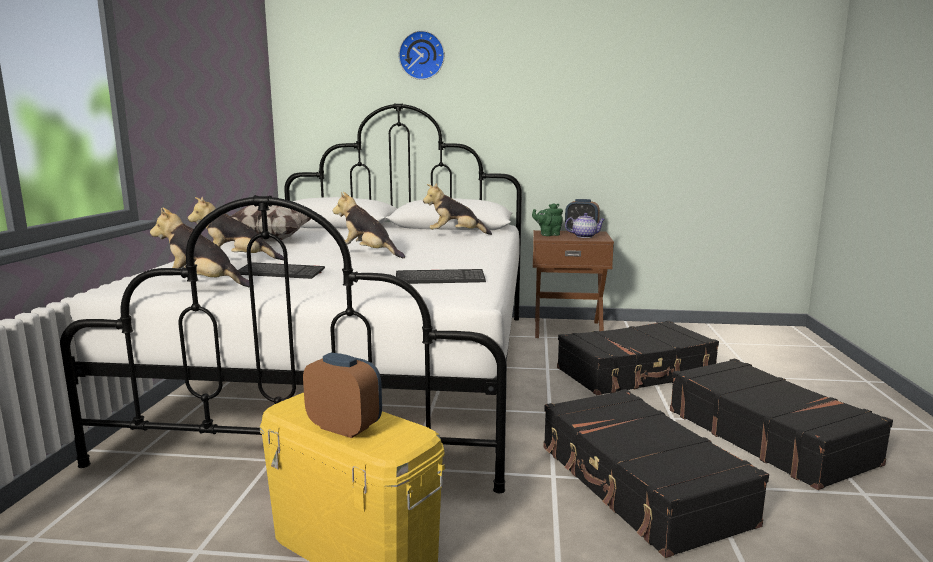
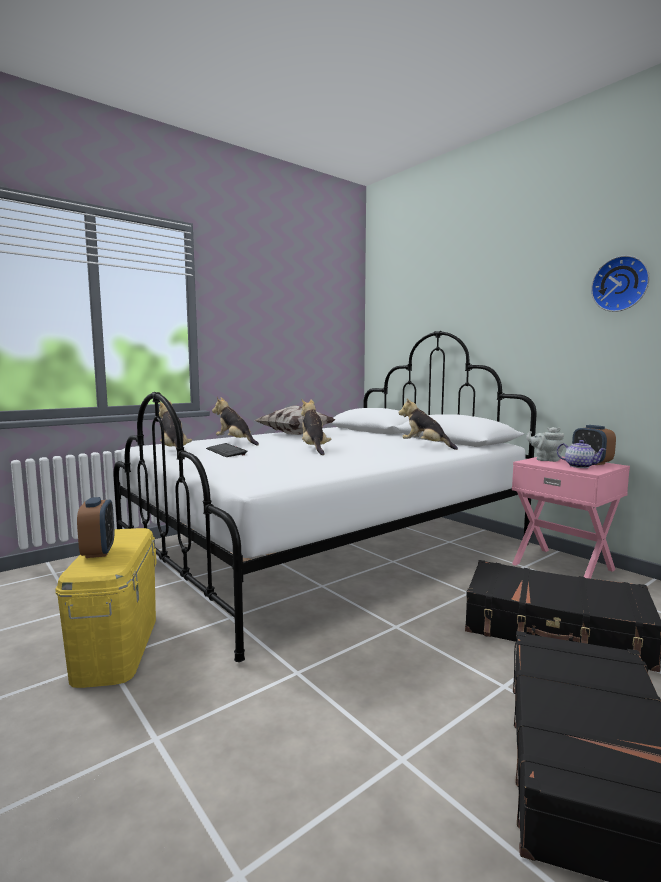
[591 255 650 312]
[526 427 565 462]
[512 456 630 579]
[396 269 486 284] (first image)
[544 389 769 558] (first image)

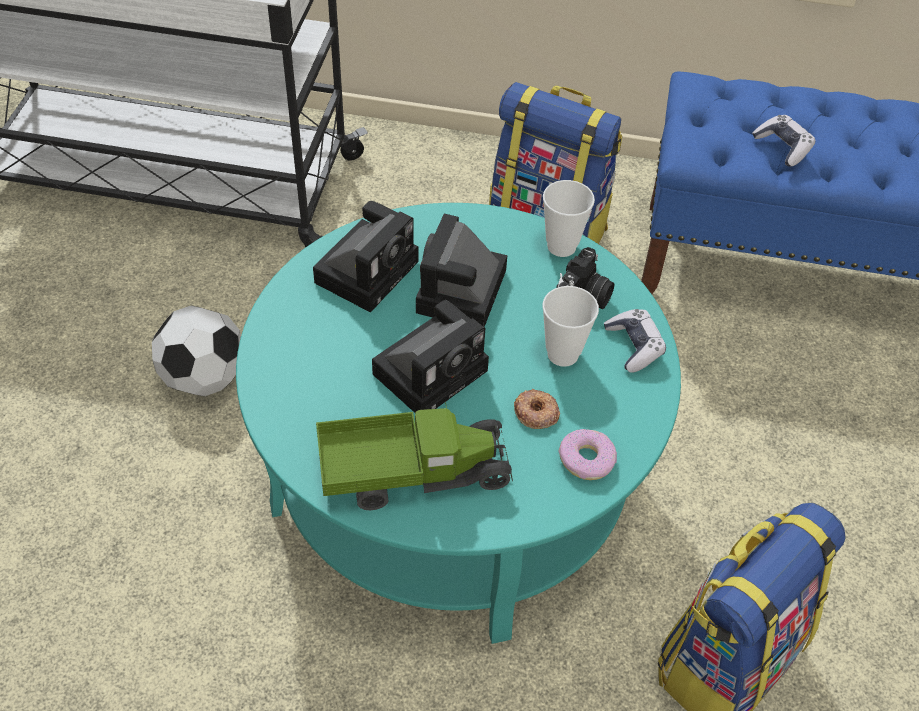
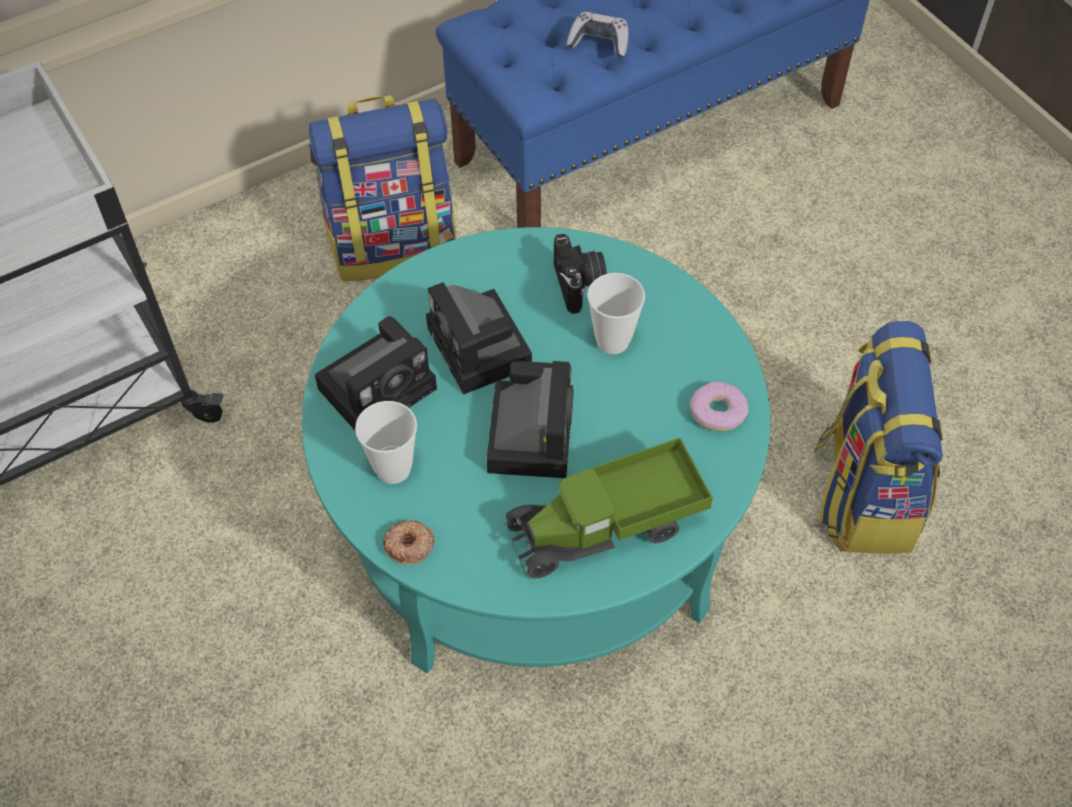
[355 401 417 484]
[315 316 437 430]
[152 305 241 396] (first image)
[604 309 666 373] (first image)
[383 520 435 565]
[504 438 713 579]

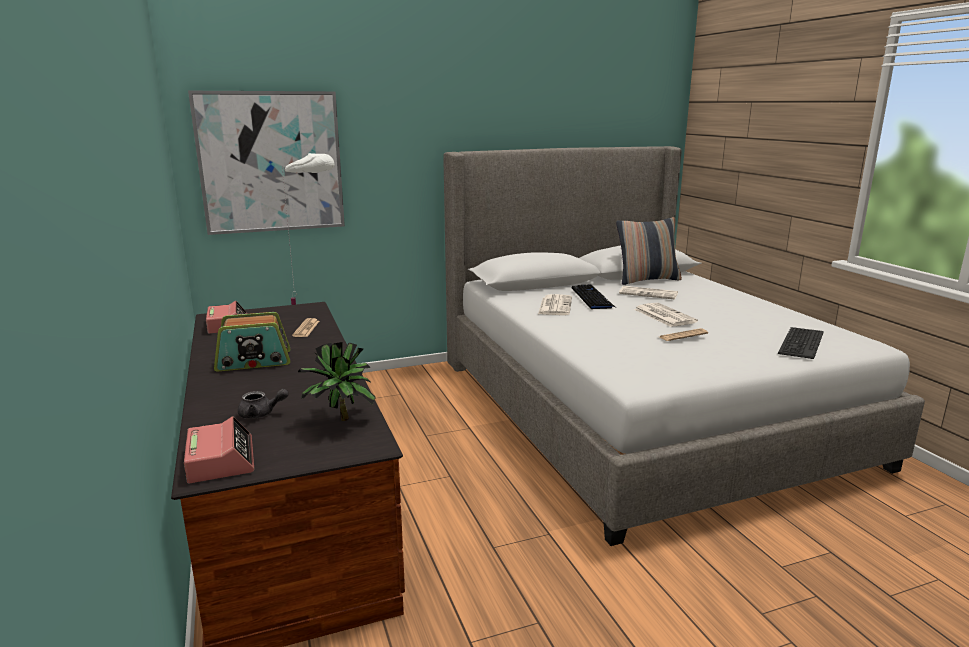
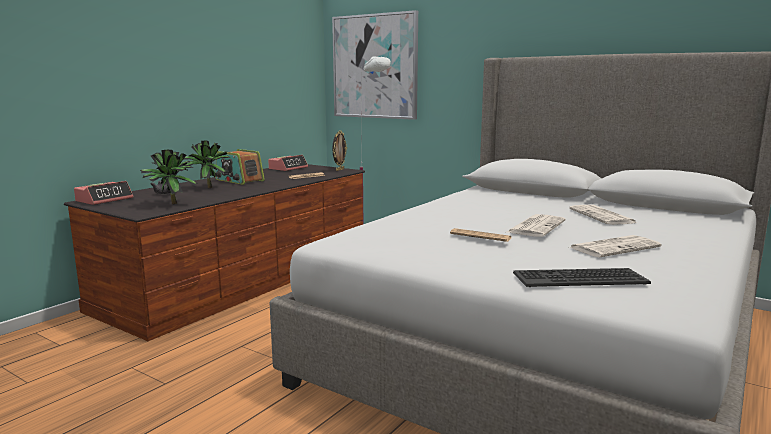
[616 217 682 285] (first image)
[572 285 615 309] (first image)
[570 235 661 257]
[332 130 347 171]
[183 141 230 189]

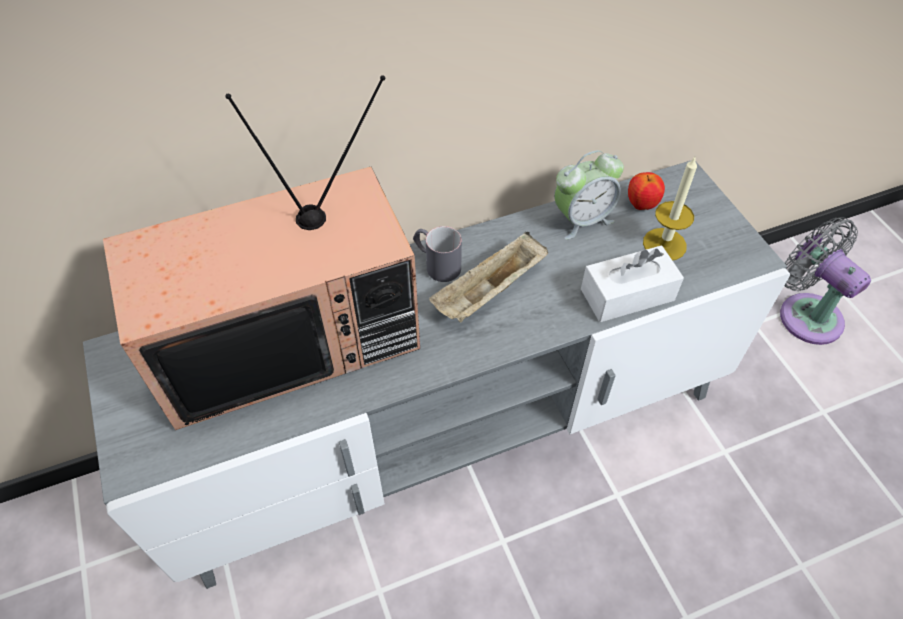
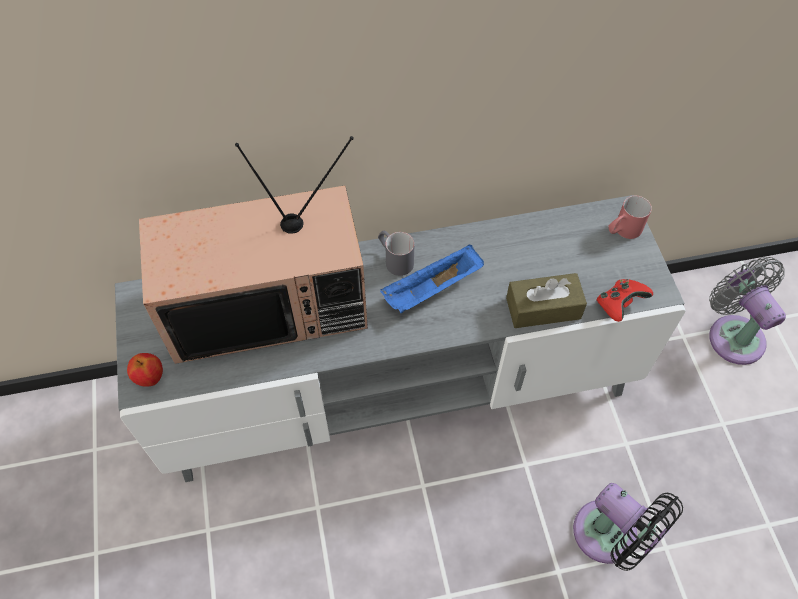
[554 150 624 240] (first image)
[643 157 697 260] (first image)
[127 353 163 387]
[380 244 484 313]
[506 273 587 328]
[608 196 652 239]
[597 279 653 322]
[573 483 683 571]

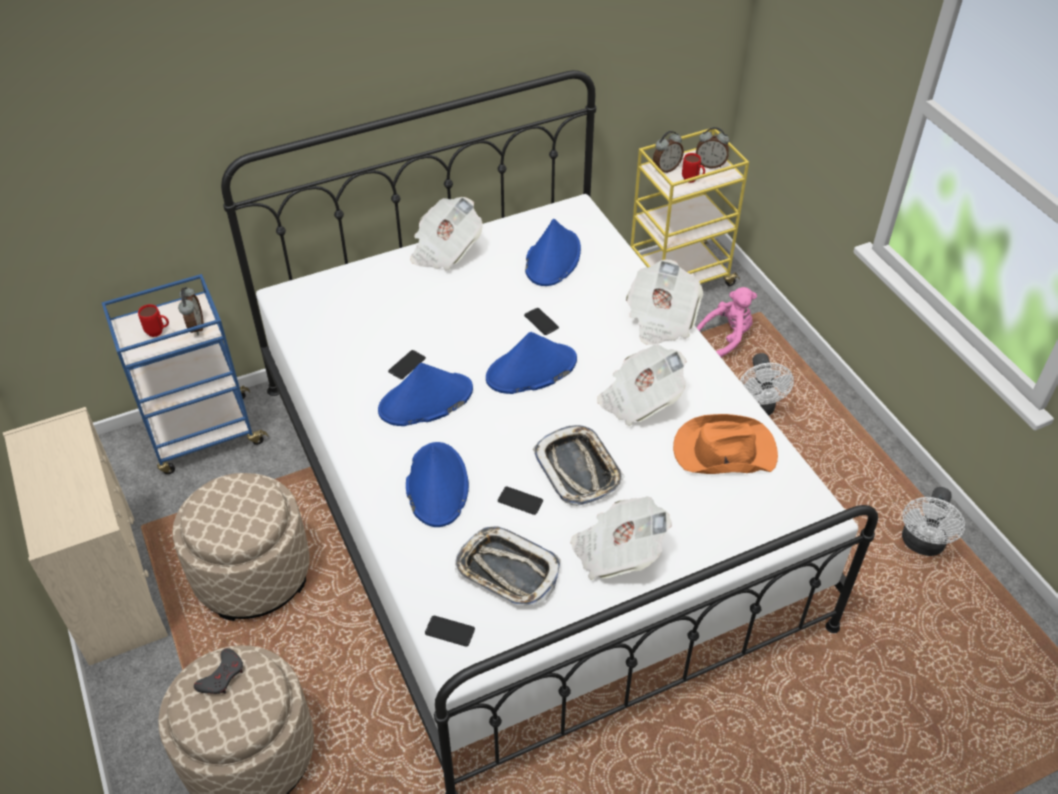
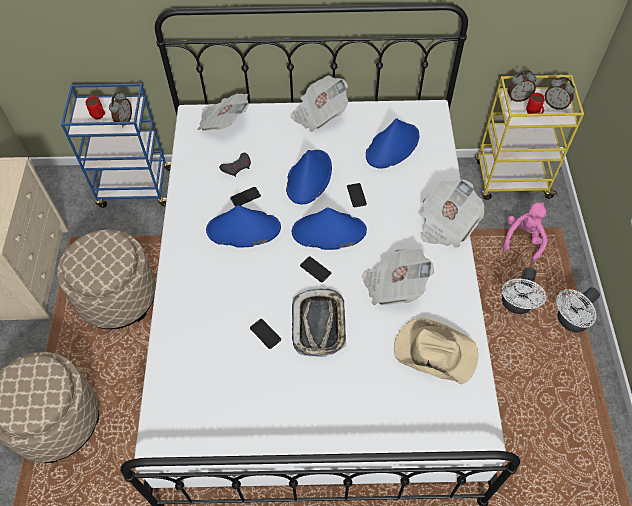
[502 202 547 262]
[394 318 478 385]
[286 150 332 204]
[556 287 600 333]
[198 94 249 131]
[455 527 561 606] (first image)
[300 256 331 282]
[219 153 251 177]

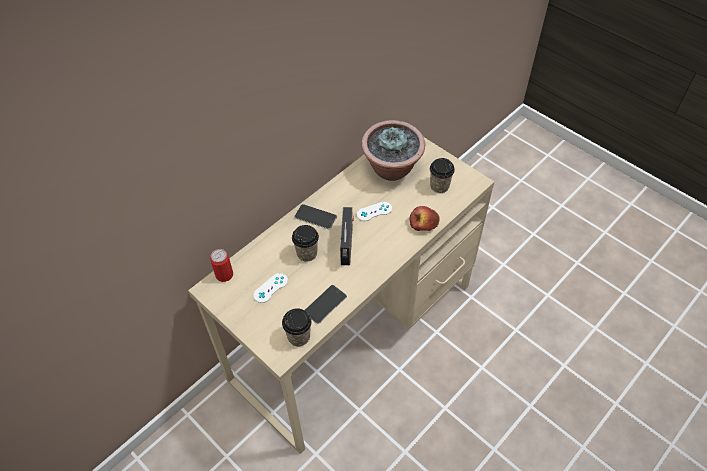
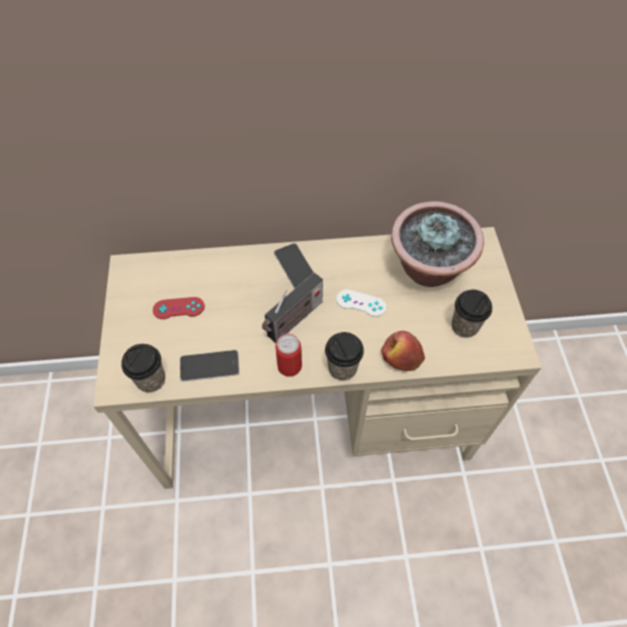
[325 332 364 381]
[275 334 302 377]
[153 297 205 319]

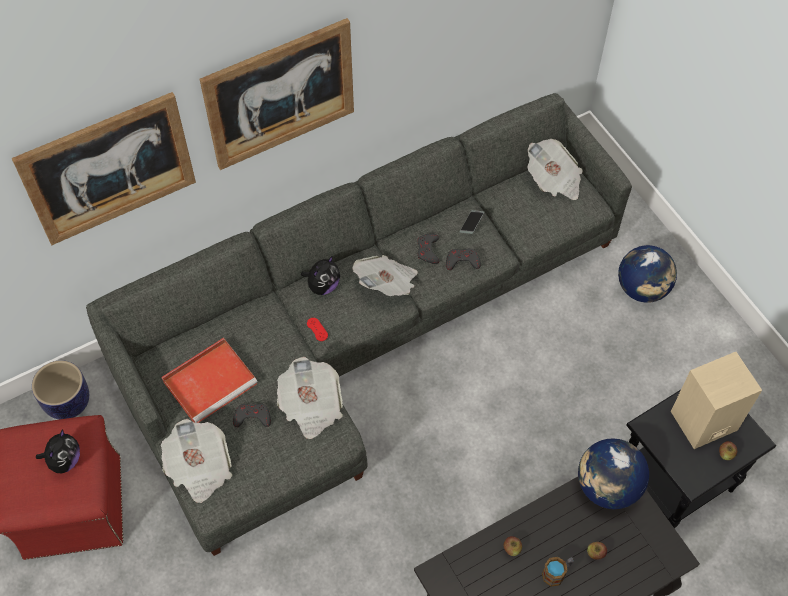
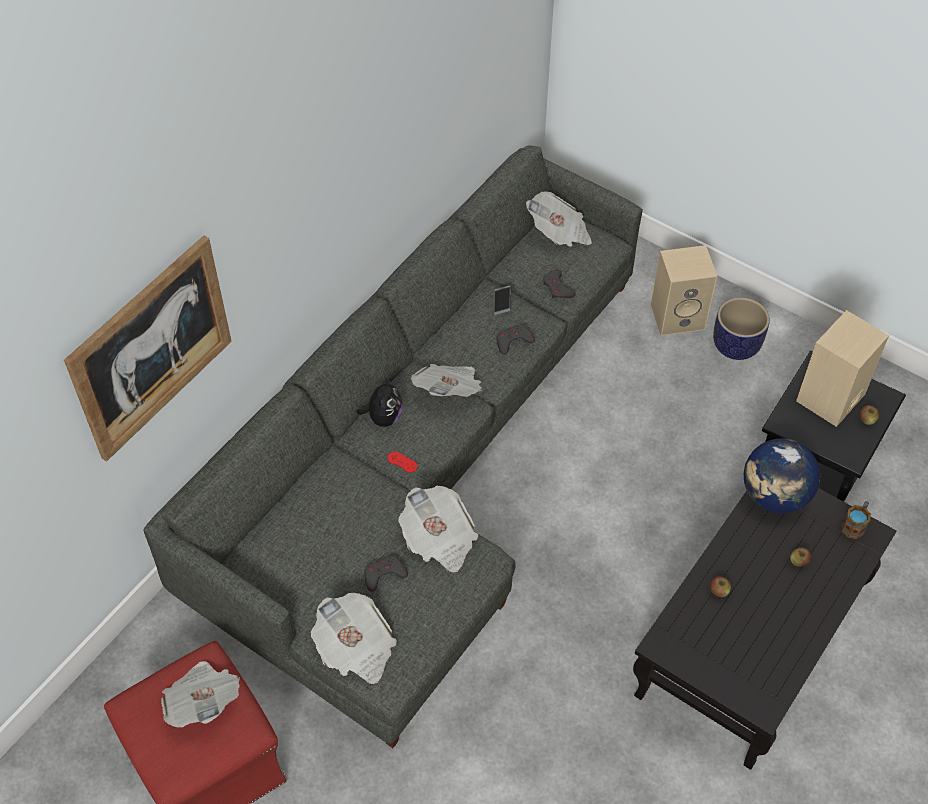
[200 18 354 170] (first image)
[543 270 576 298]
[651 245 717 336]
[161 338 258 423] (first image)
[713 297 770 360]
[161 661 240 728]
[841 501 871 539]

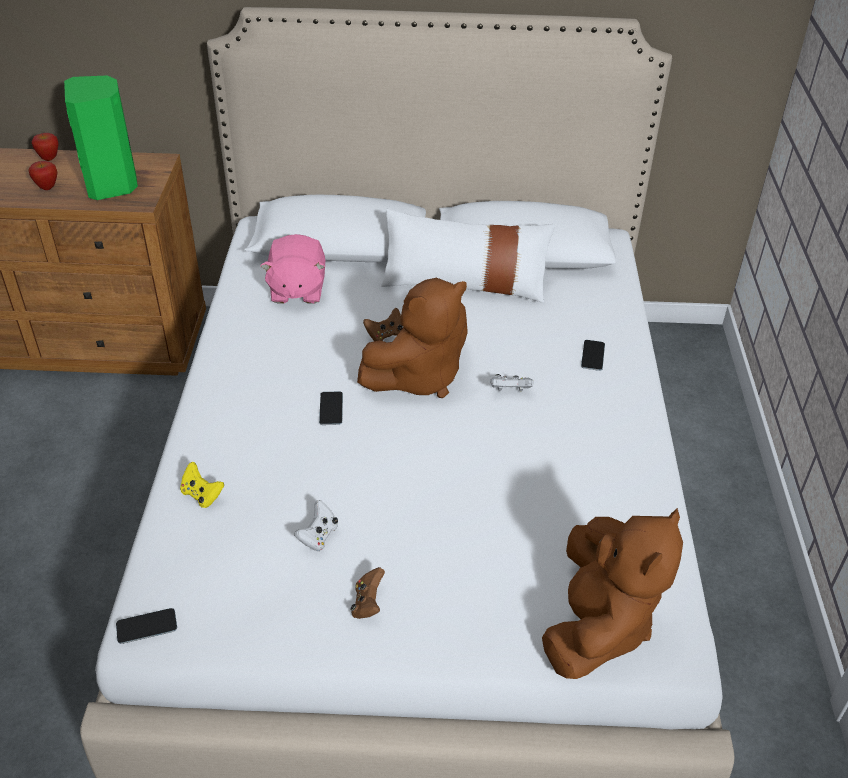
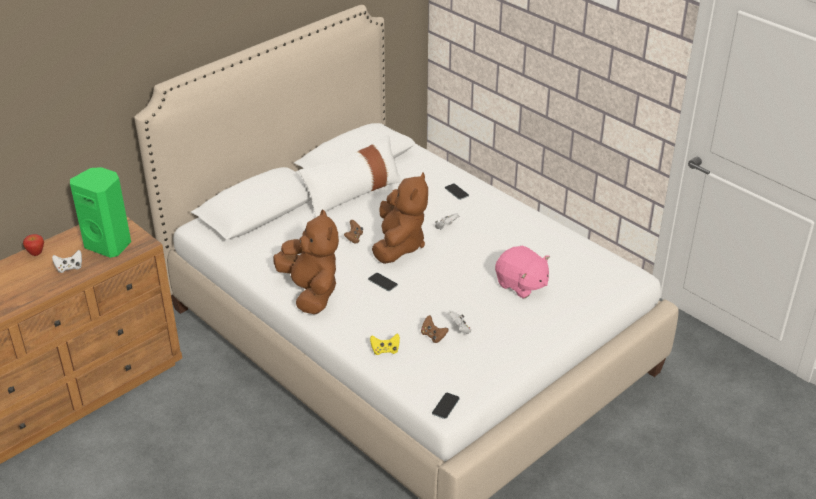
[52 250 82 273]
[495 245 550 298]
[273 209 339 314]
[421 315 449 343]

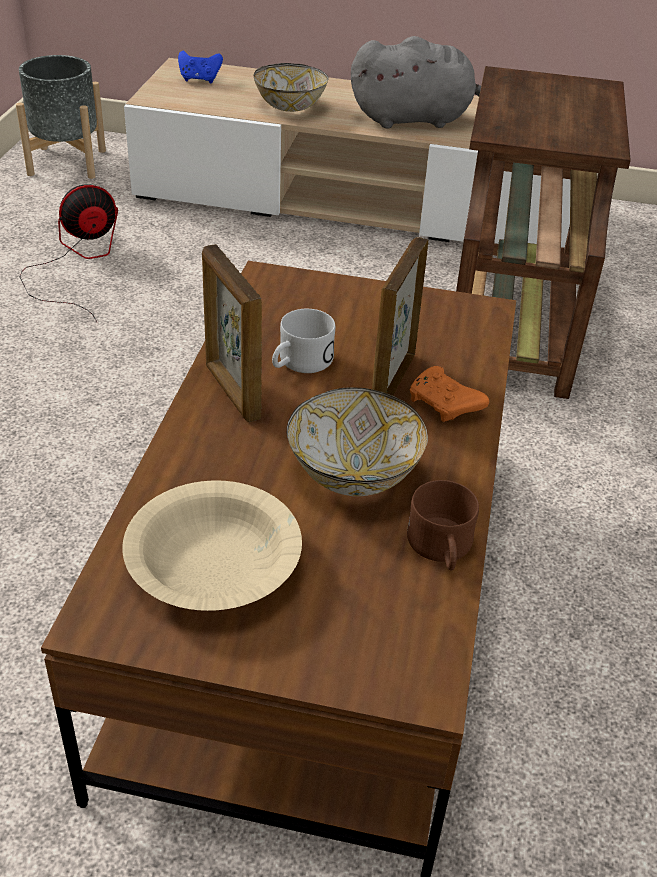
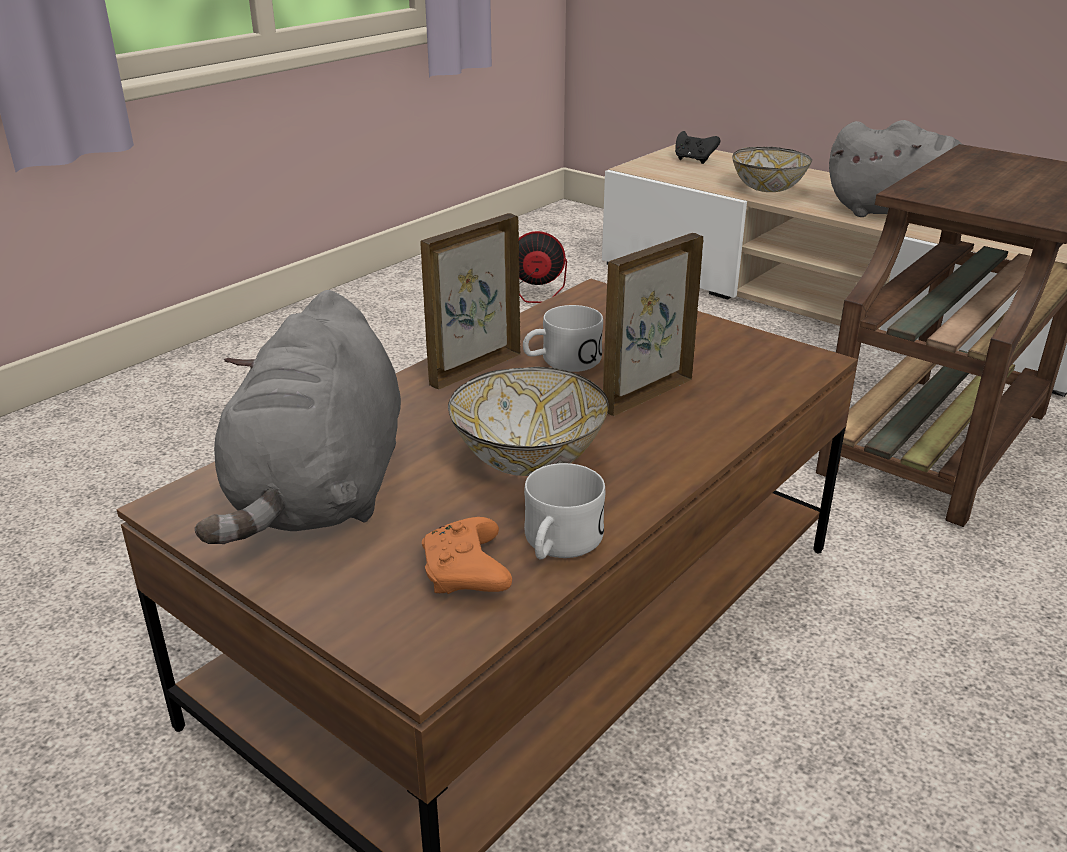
[675 131 721 164]
[16 55 106 179] (first image)
[420 213 520 390]
[422 517 512 594]
[524 463 605 559]
[195 290 401 544]

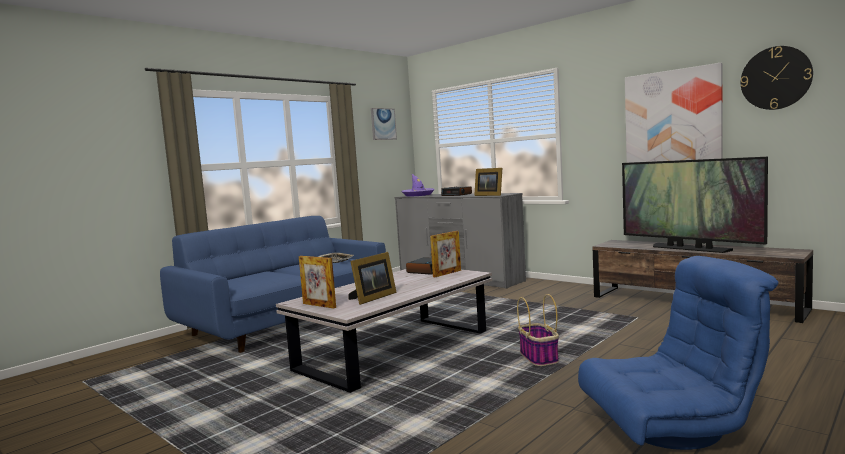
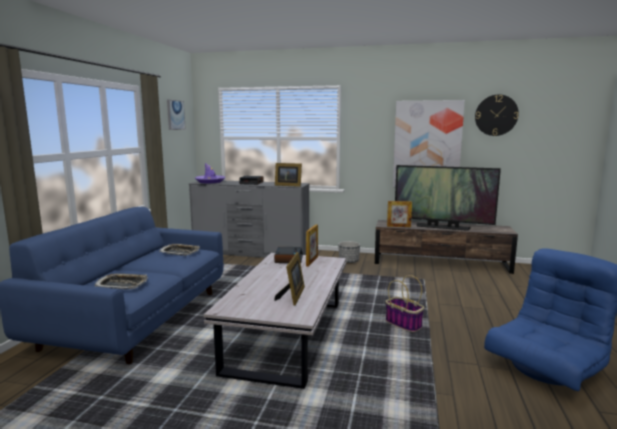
[387 201 412 227]
[338 241 360 264]
[95 273 148 289]

